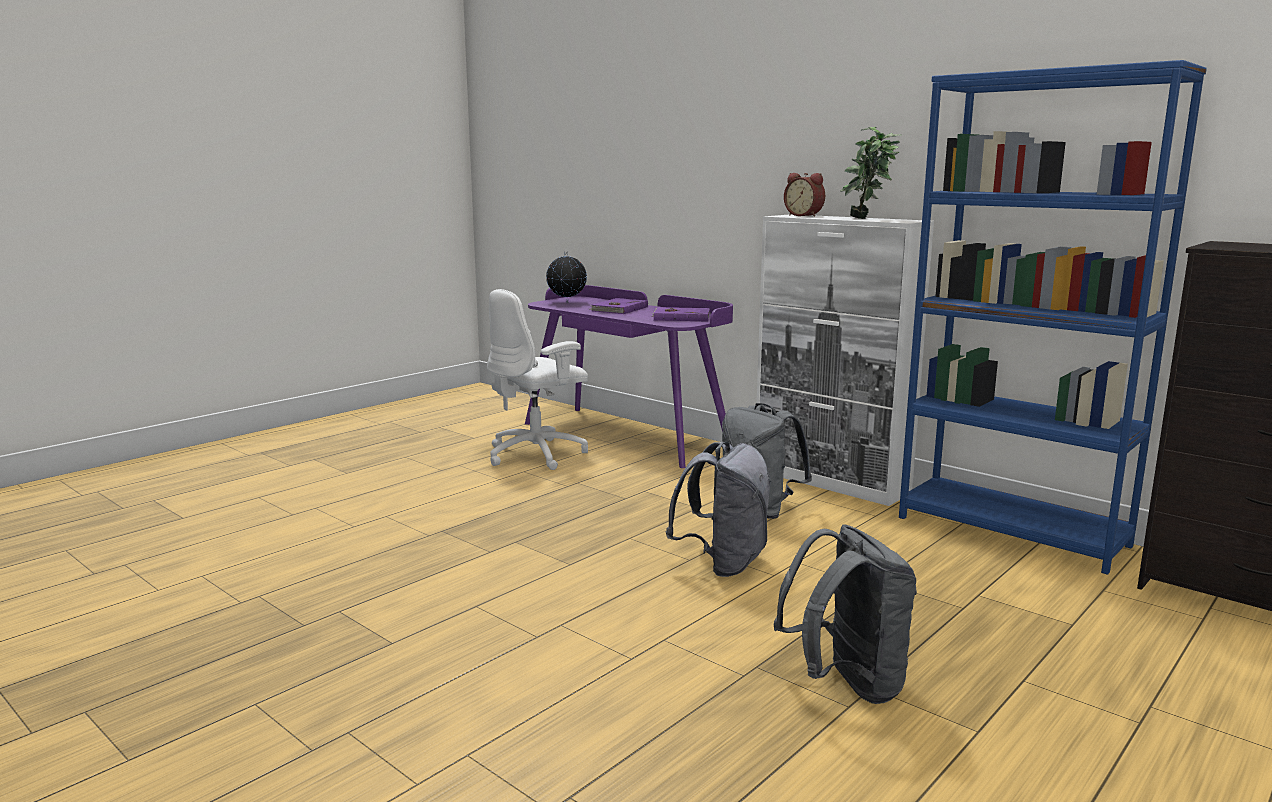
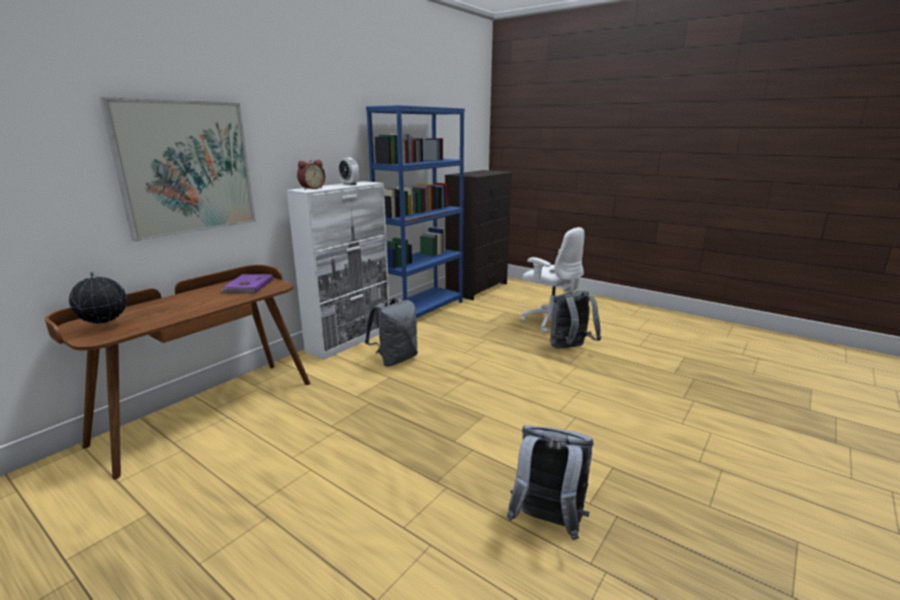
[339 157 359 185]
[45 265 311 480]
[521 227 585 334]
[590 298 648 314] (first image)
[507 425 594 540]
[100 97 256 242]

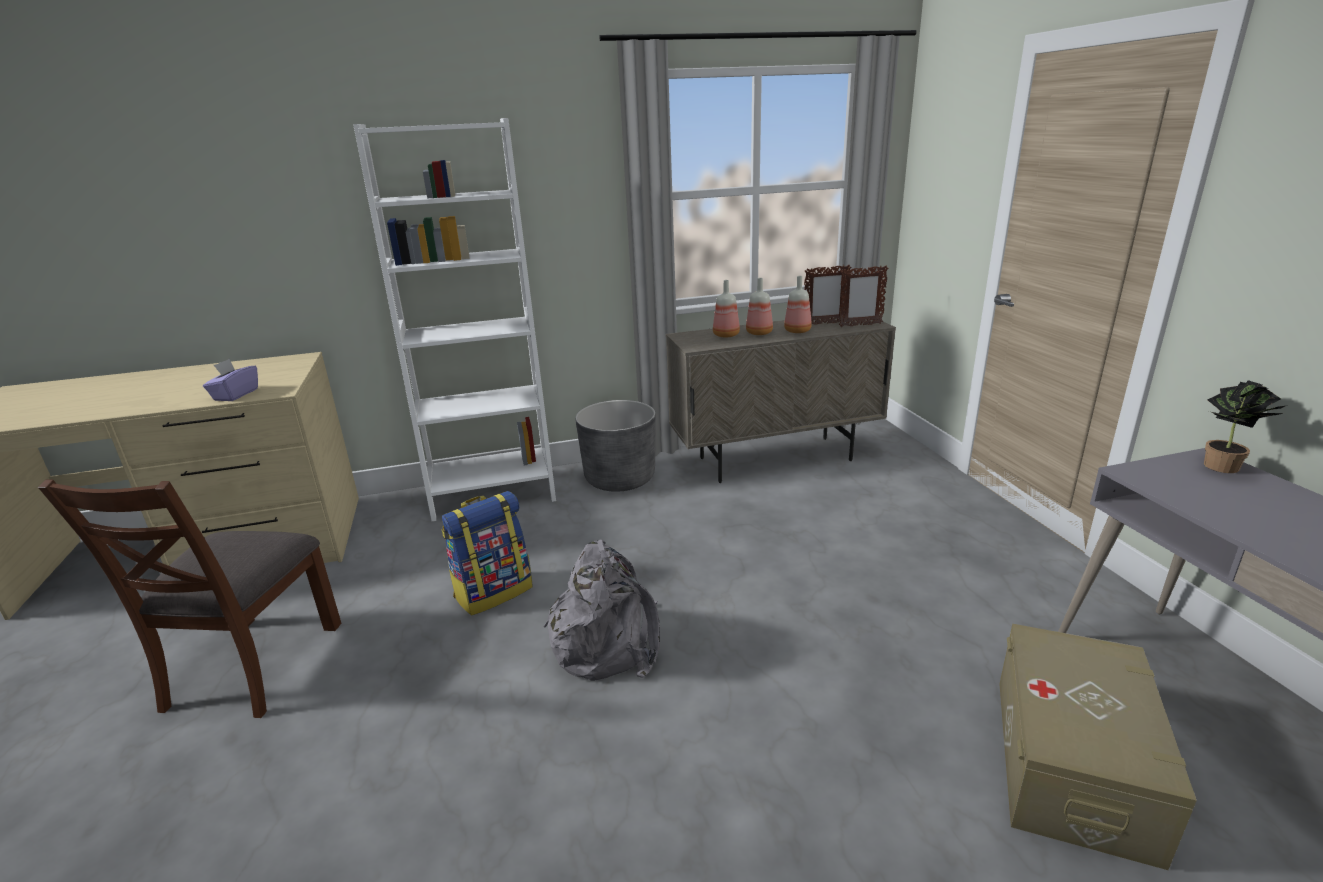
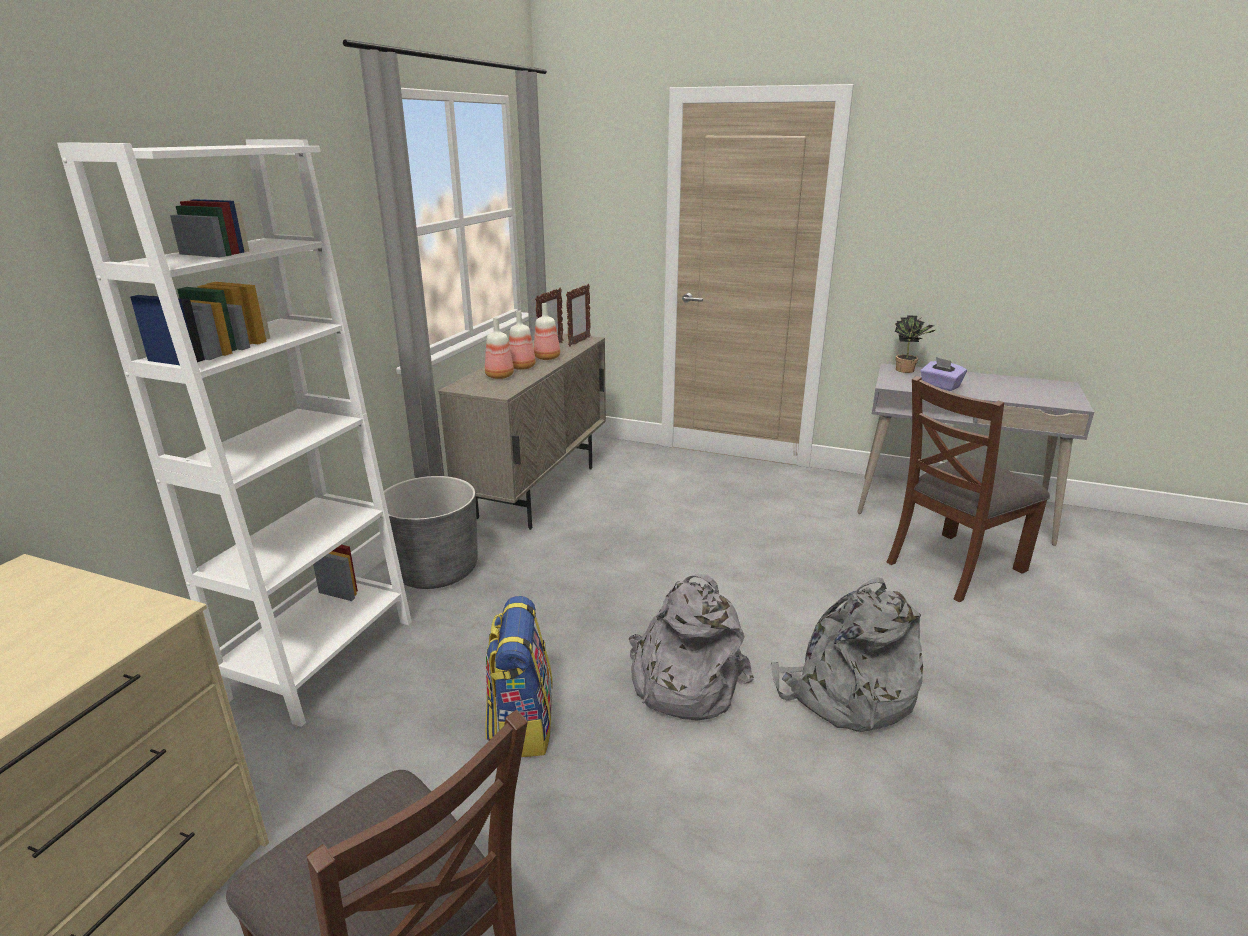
[920 357 967 391]
[886 376 1050 602]
[771 577 923 732]

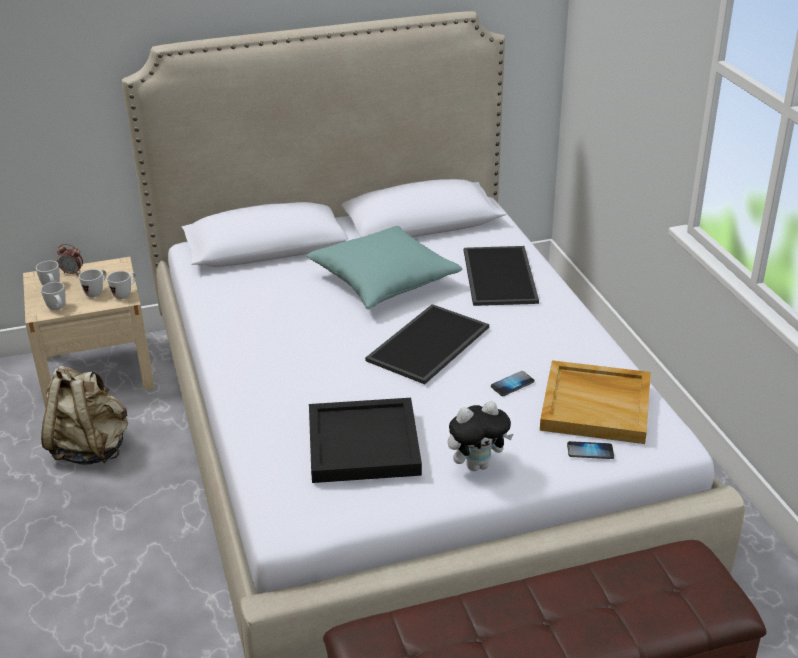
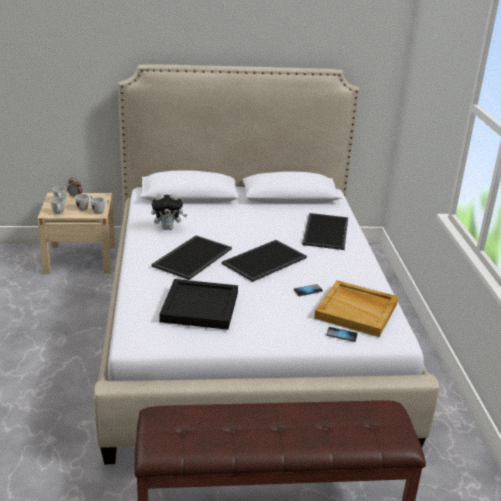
[306 226 462 309] (first image)
[41 366 128 465] (first image)
[151 193 187 230]
[151 235 232 280]

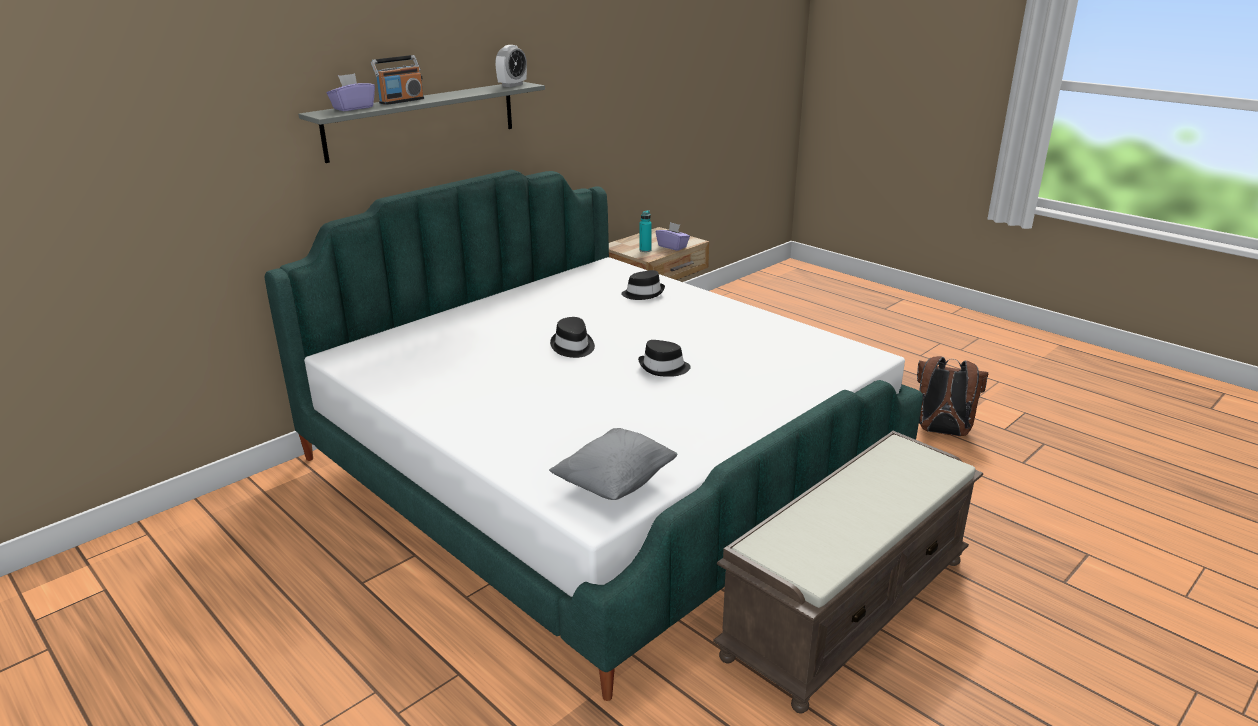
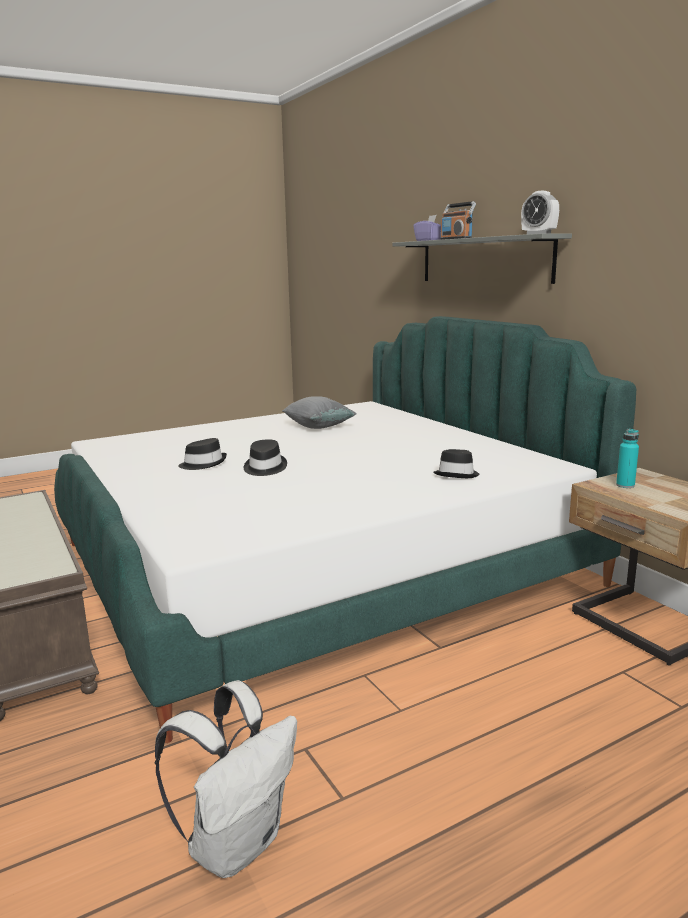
[656 222 690 251] (first image)
[178 438 227 470]
[155 680 297 878]
[282 396 357 429]

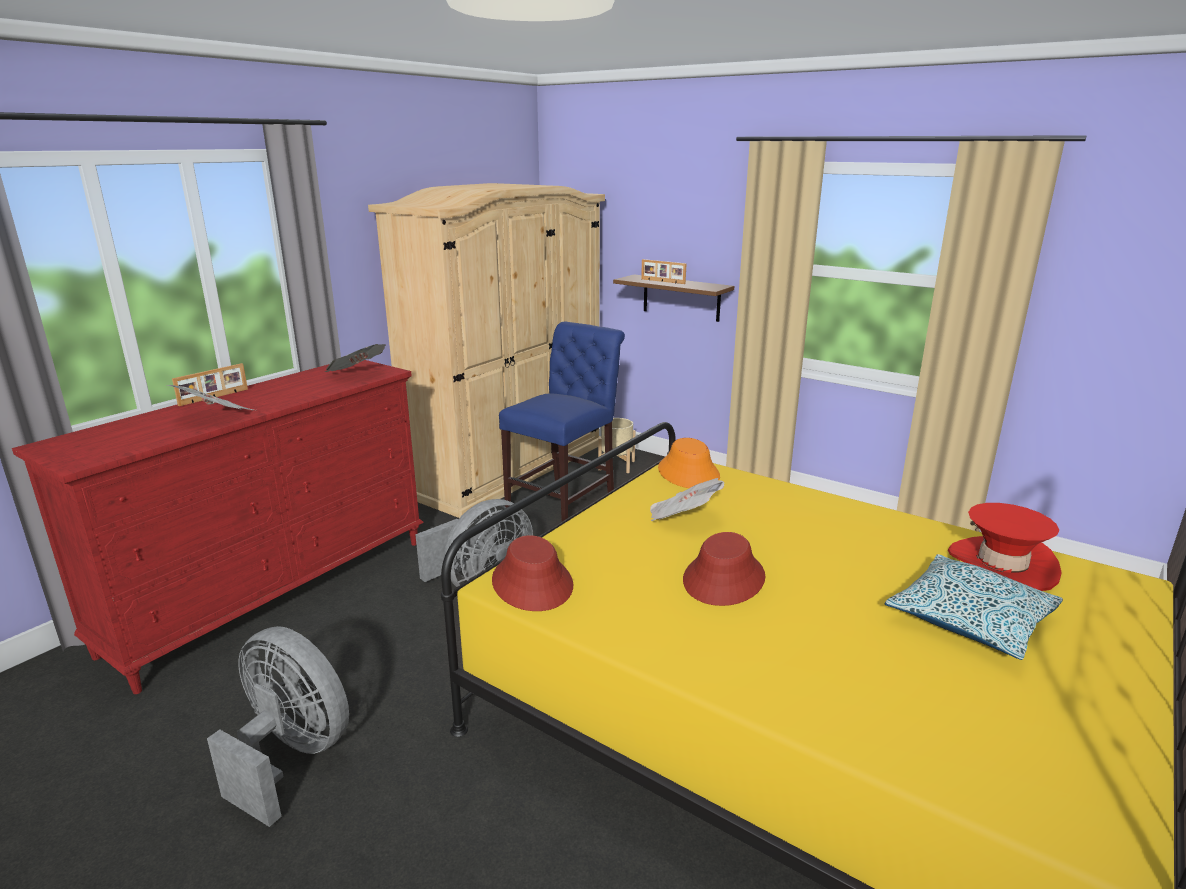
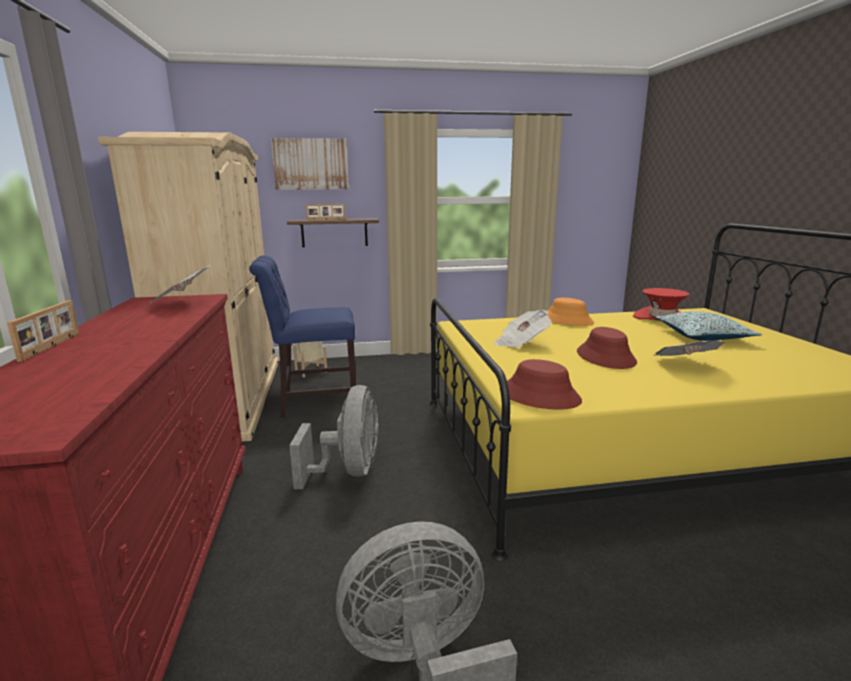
[249 255 356 417]
[655 340 725 356]
[547 298 594 326]
[271 138 349 190]

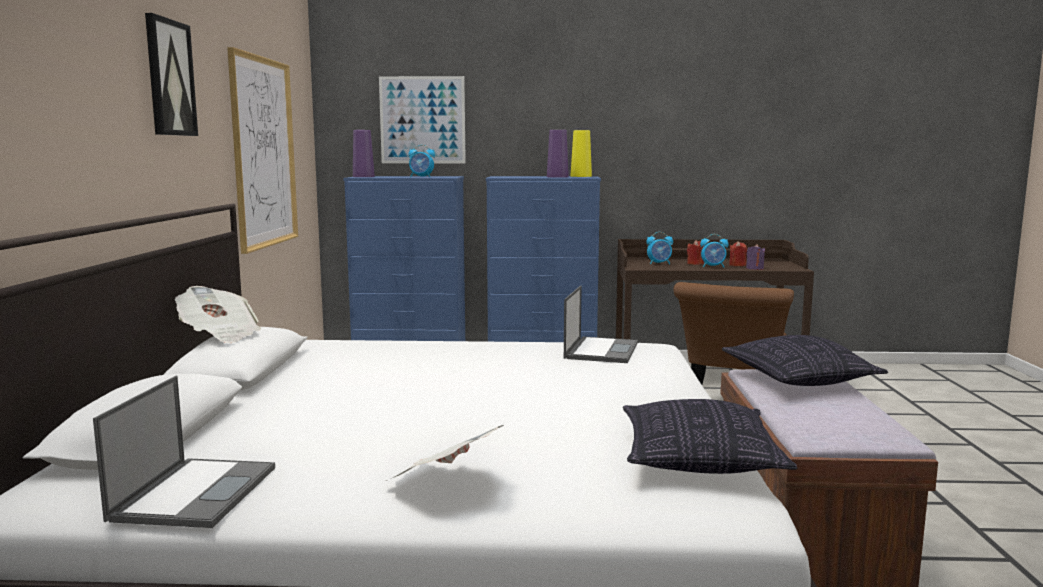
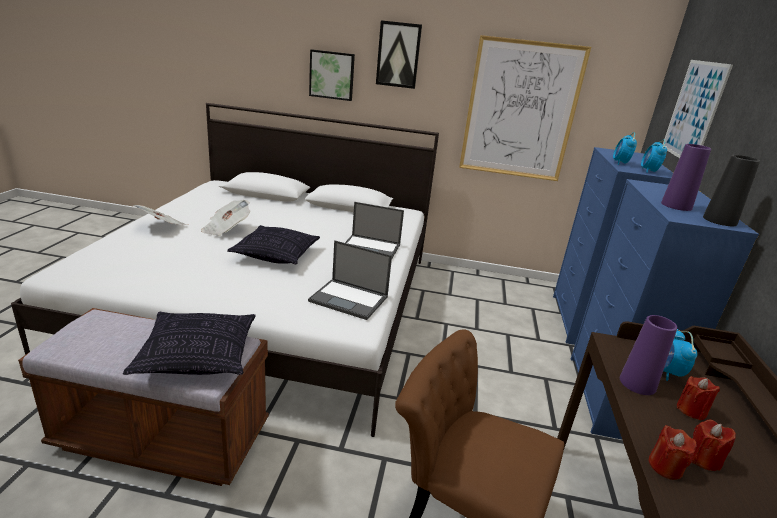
[620 315 677 395]
[703 155 760 226]
[641 139 667 173]
[649 425 696 480]
[201 200 250 236]
[345 202 404 258]
[227 225 320 264]
[309 49 355 101]

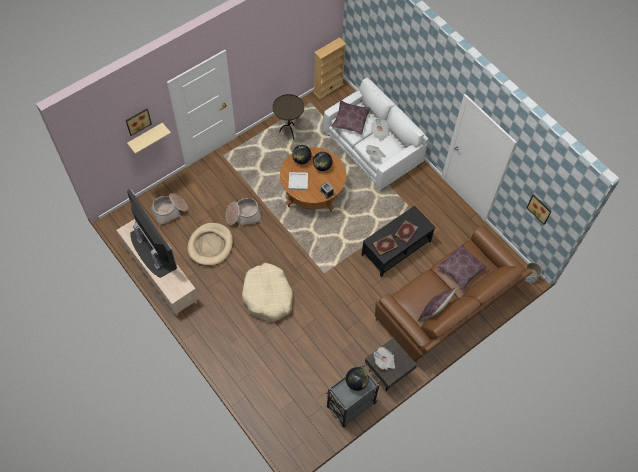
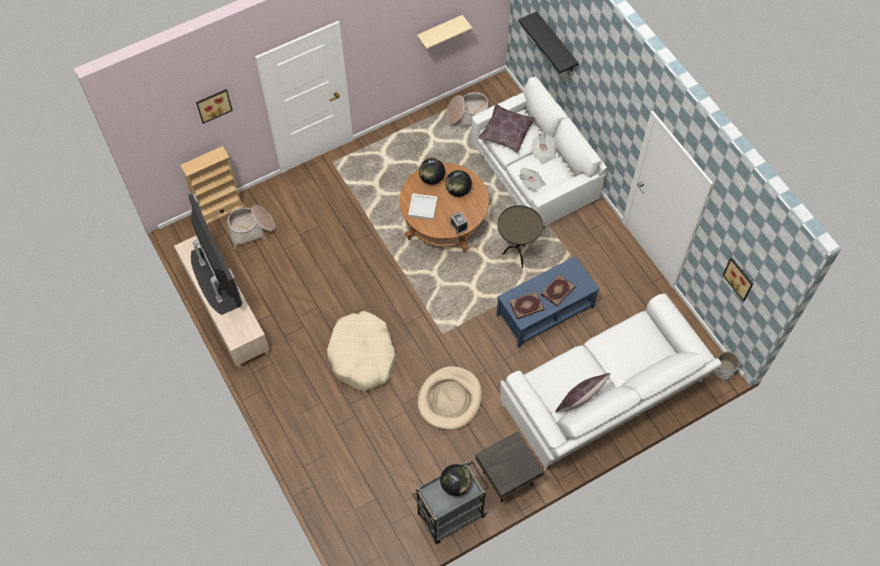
[180 146 244 224]
[497 205 543 268]
[417 15 472 49]
[446 92 489 129]
[497 256 600 348]
[417 366 482 430]
[500 293 721 470]
[437 244 488 290] (first image)
[374 347 395 370] (first image)
[518 11 579 73]

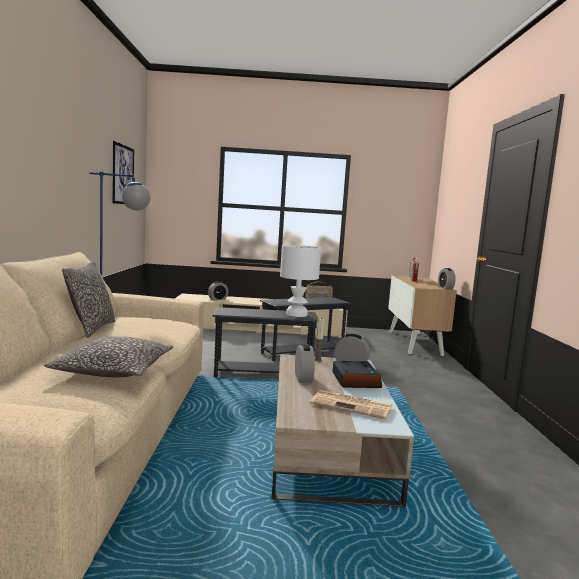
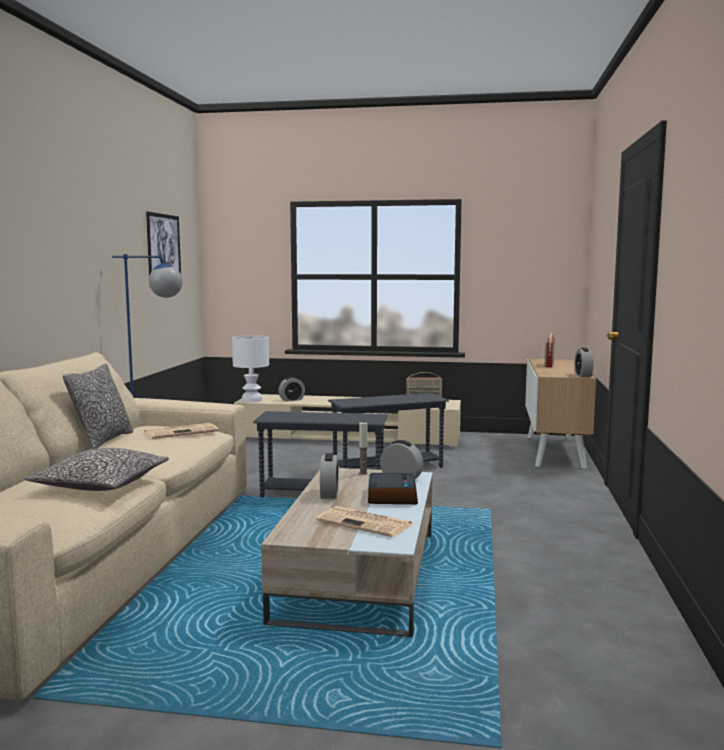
[232 335 269 402]
[144 423 219 439]

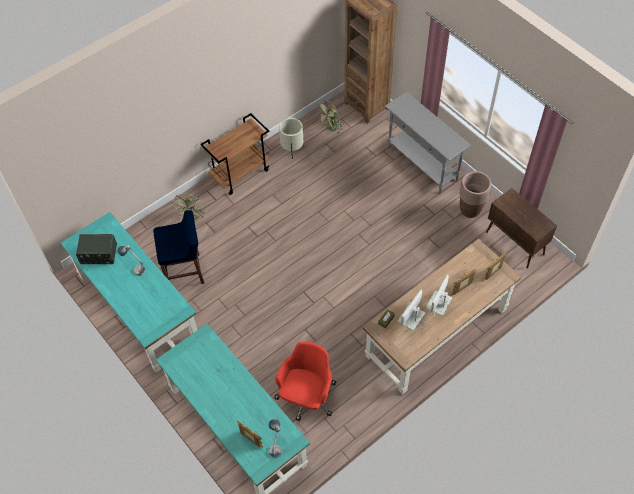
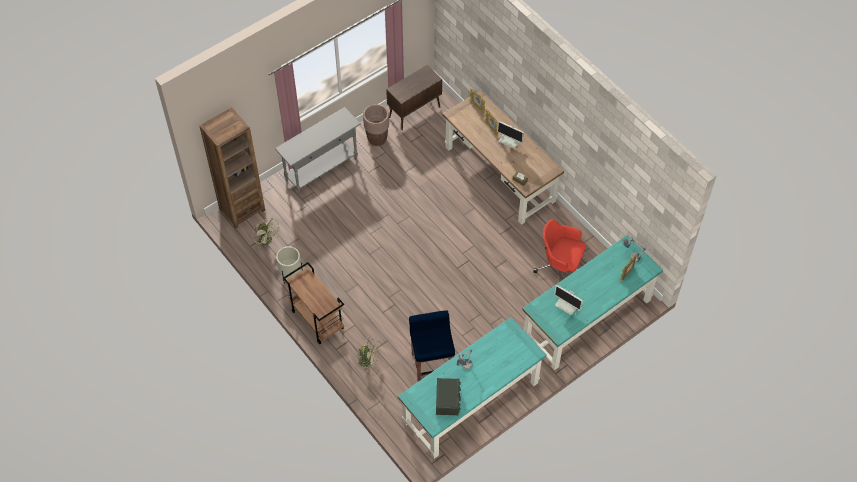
[554 285 583 315]

